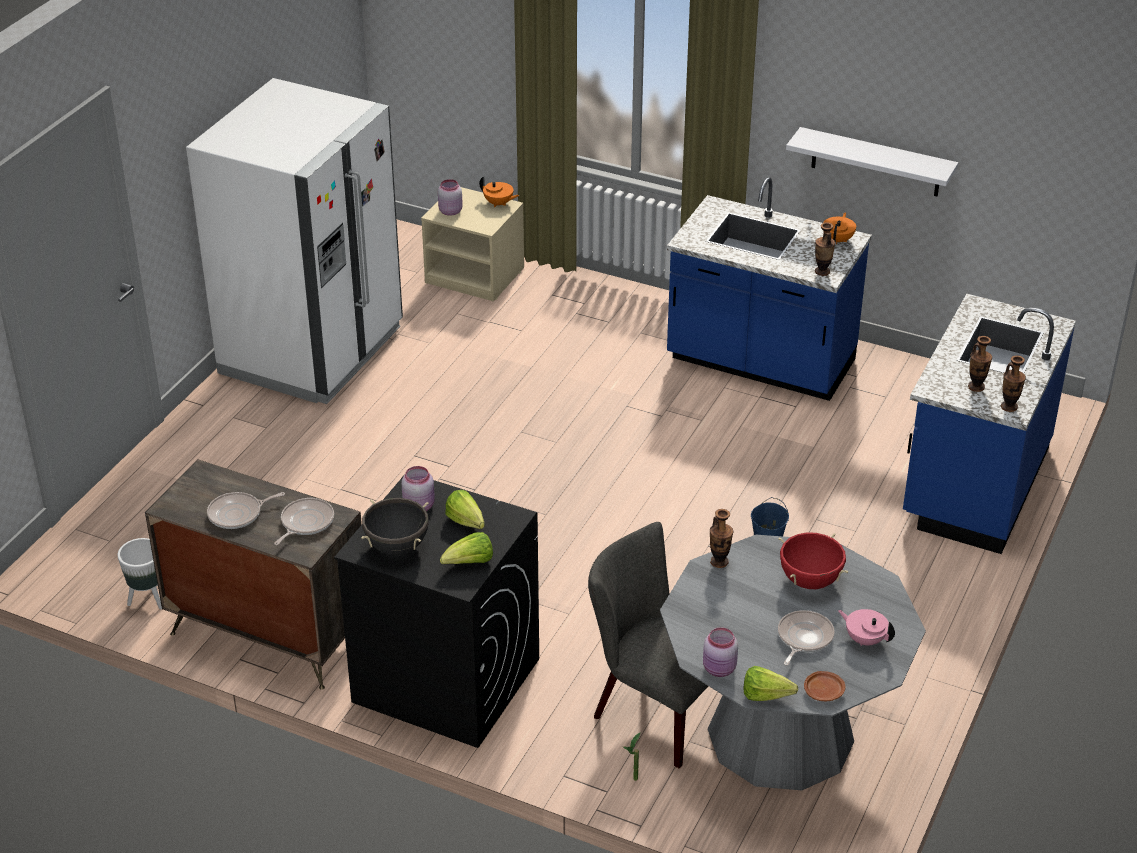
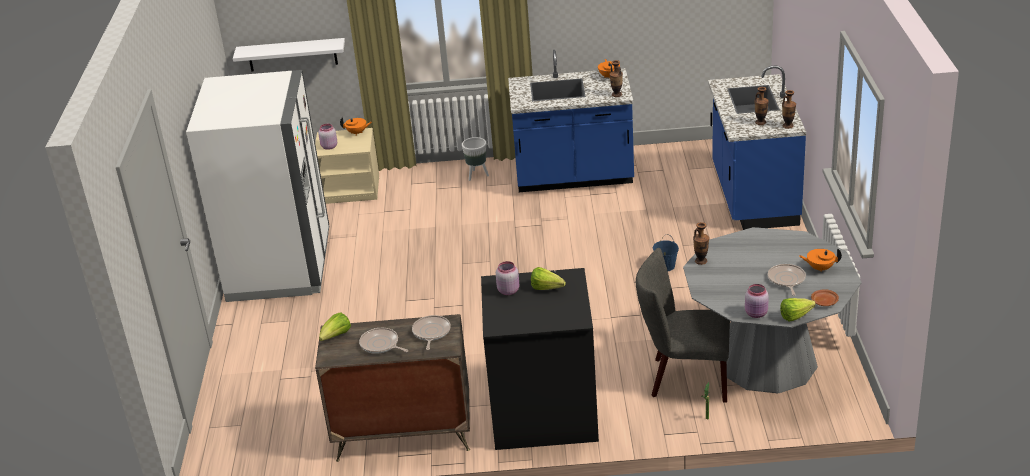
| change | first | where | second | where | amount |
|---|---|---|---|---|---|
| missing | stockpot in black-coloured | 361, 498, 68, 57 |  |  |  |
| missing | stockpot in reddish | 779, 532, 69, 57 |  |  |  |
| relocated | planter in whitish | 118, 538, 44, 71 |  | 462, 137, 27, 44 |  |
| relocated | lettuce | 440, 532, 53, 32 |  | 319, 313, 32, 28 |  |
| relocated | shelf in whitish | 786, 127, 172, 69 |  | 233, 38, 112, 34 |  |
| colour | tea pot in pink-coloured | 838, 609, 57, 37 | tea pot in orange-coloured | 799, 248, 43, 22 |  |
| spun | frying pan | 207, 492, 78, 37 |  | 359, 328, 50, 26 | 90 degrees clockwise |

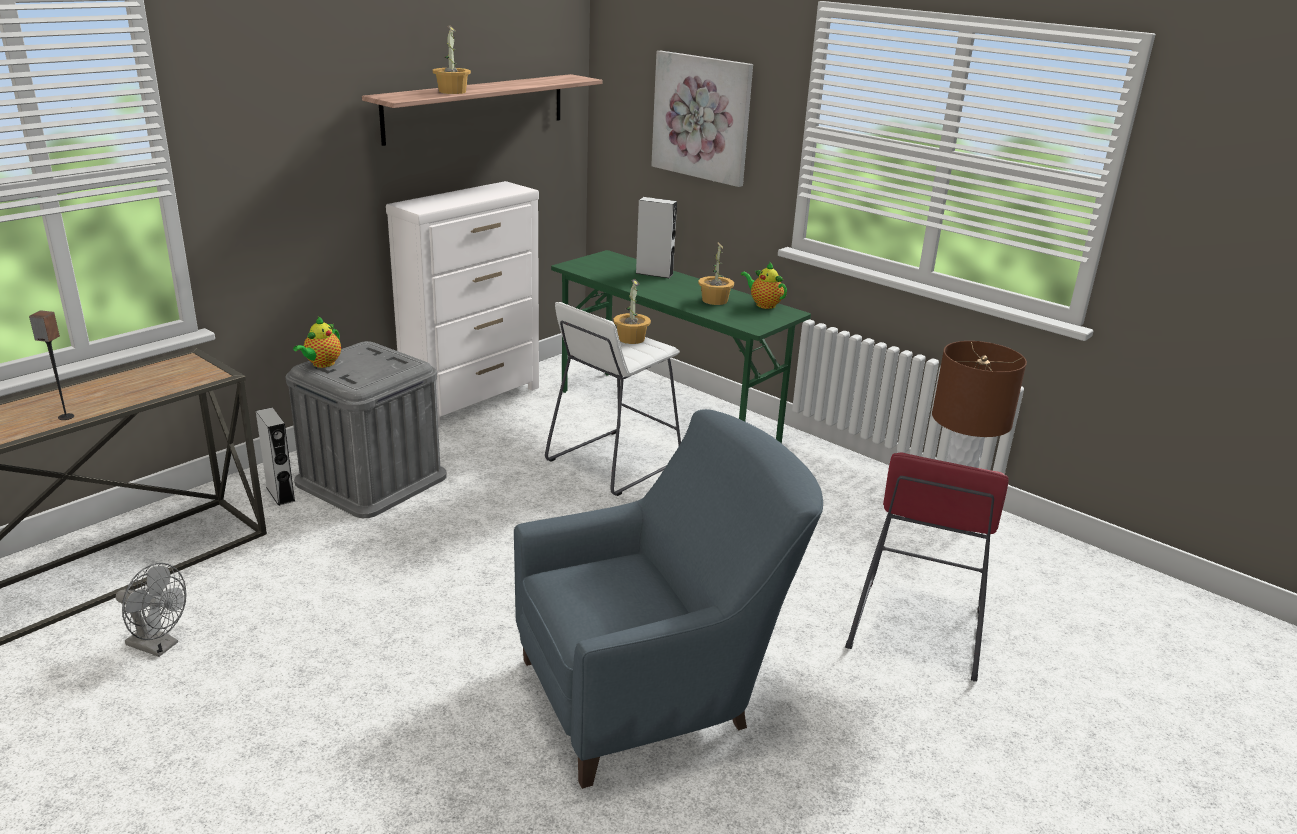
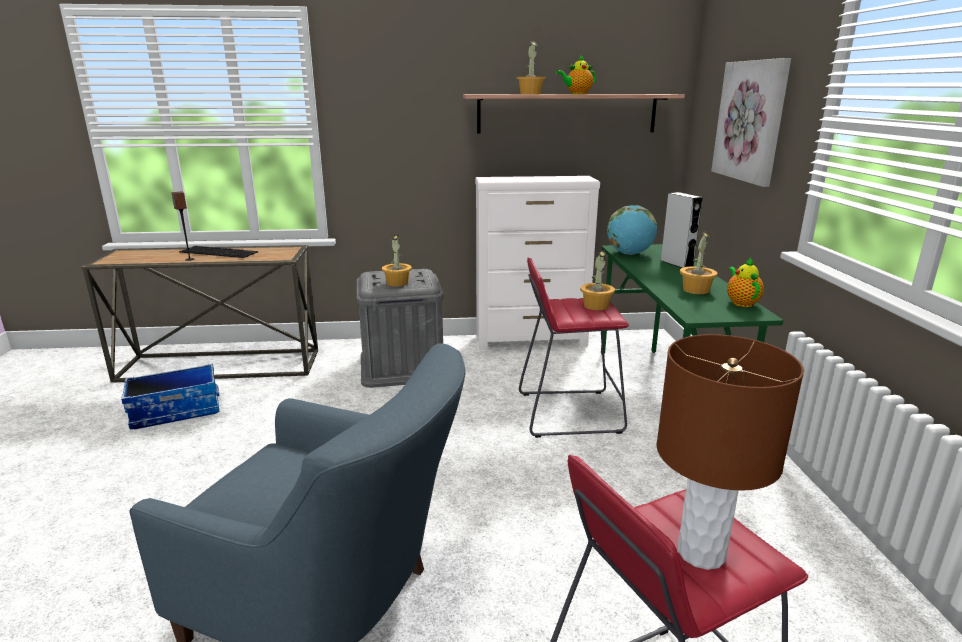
| change | first | where | second | where | amount |
|---|---|---|---|---|---|
| missing | audio speaker in gray | 256, 407, 39, 99 |  |  |  |
| appeared |  |  | keyboard | 179, 246, 79, 12 |  |
| appeared |  |  | potted plant | 382, 234, 30, 52 |  |
| appeared |  |  | world globe | 607, 205, 50, 50 |  |
| relocated | tea pot | 293, 317, 48, 51 |  | 556, 55, 40, 39 |  |
| exchanged | electric fan in gray | 116, 563, 71, 94 | storage container | 121, 364, 99, 66 |  |
| colour | stool in whitish | 545, 302, 136, 194 | stool in reddish | 519, 258, 110, 180 |  |

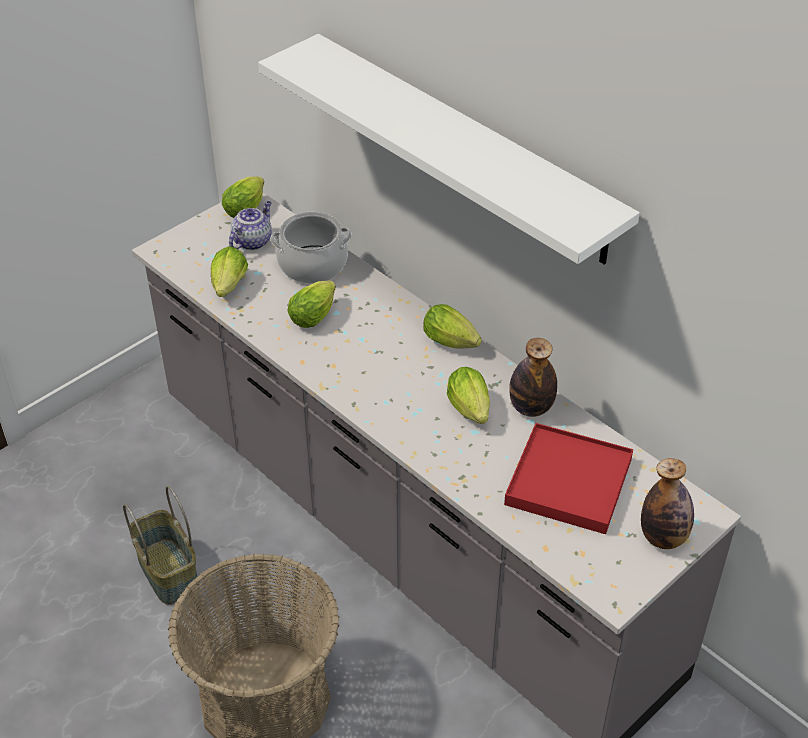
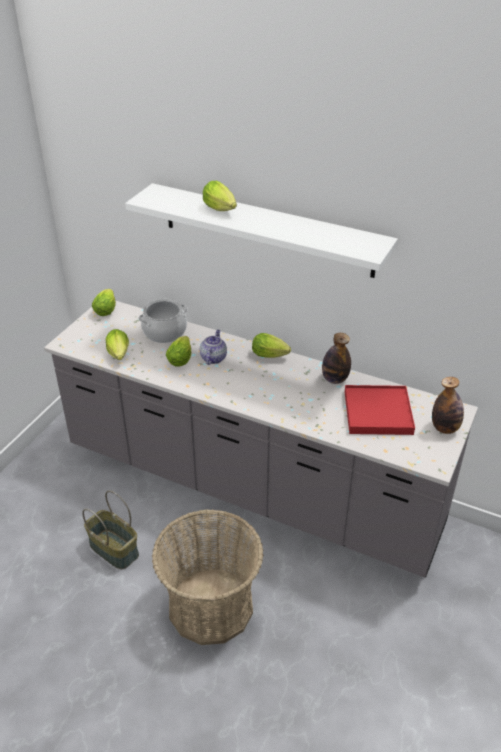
| change | first | where | second | where | amount |
|---|---|---|---|---|---|
| relocated | tea pot | 229, 201, 43, 49 |  | 200, 330, 27, 35 |  |
| relocated | lettuce | 447, 367, 43, 57 |  | 203, 181, 34, 30 |  |

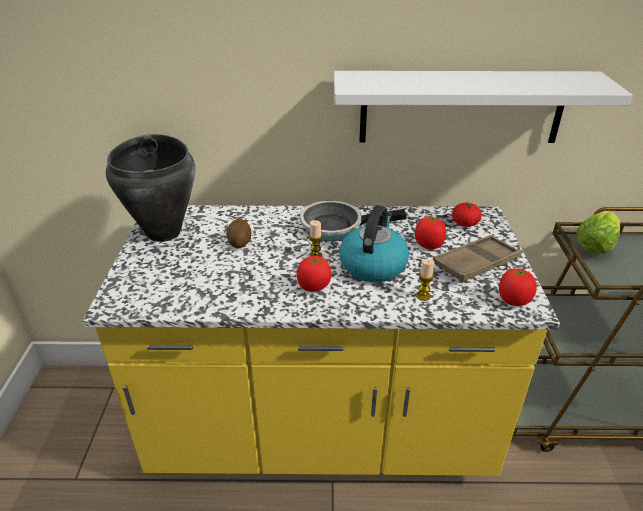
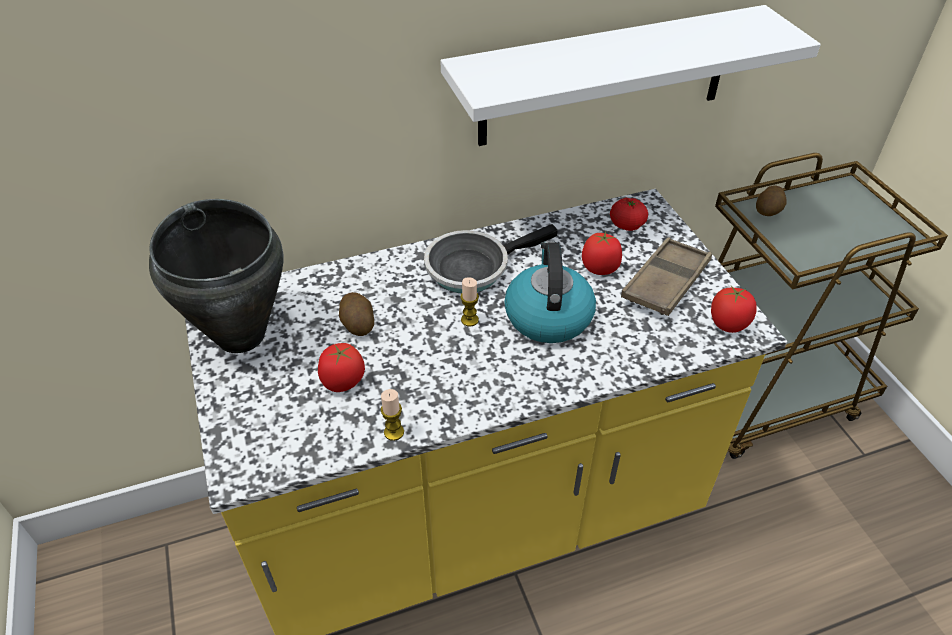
| change | first | where | second | where | amount |
|---|---|---|---|---|---|
| relocated | tomato | 297, 256, 34, 36 |  | 318, 343, 47, 49 |  |
| relocated | wax candle | 416, 259, 18, 42 |  | 381, 389, 23, 52 |  |
| exchanged | lettuce | 576, 211, 44, 42 | spud | 756, 186, 31, 30 |  |

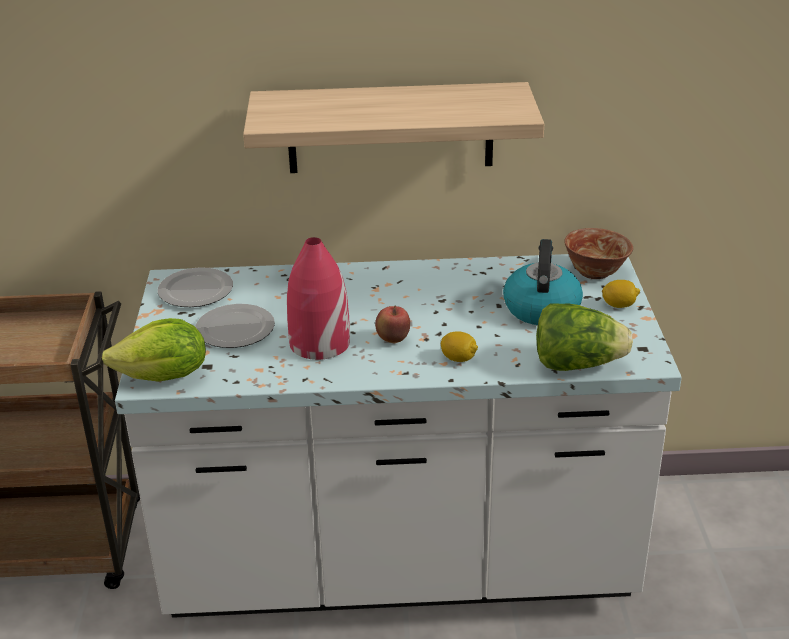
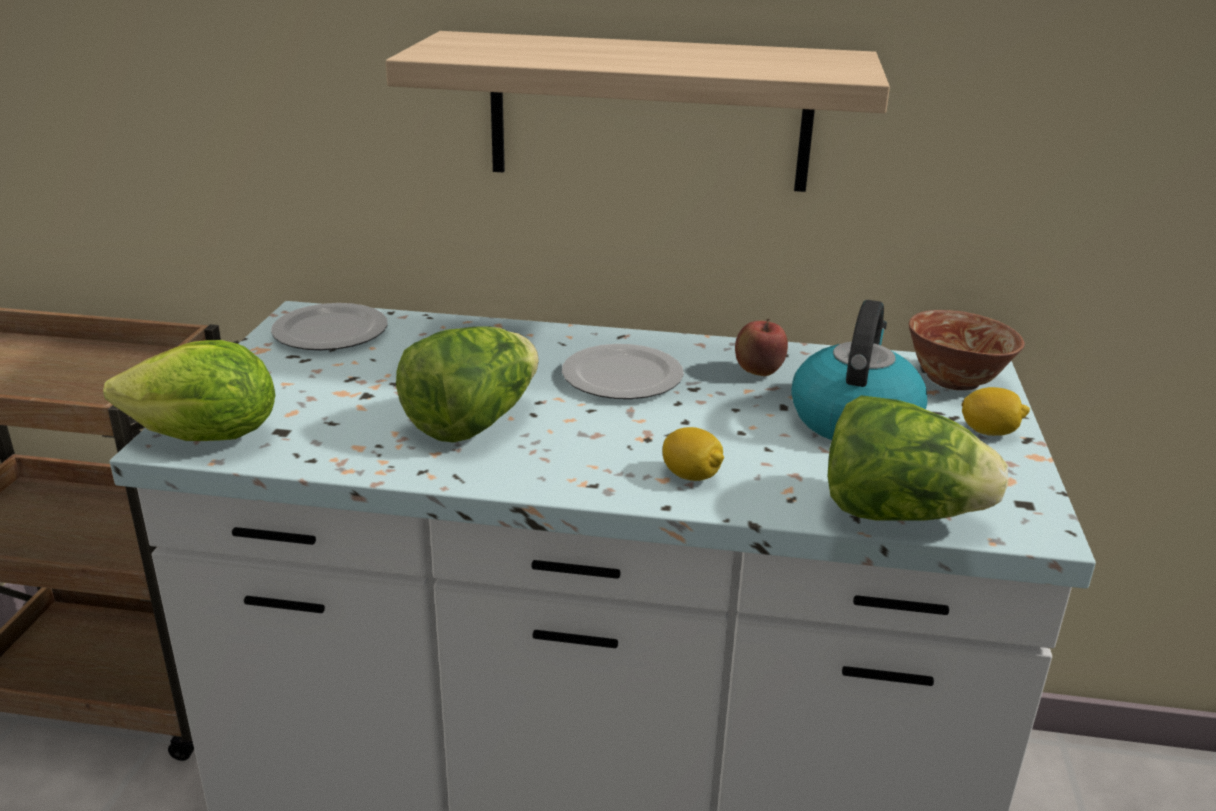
| change | first | where | second | where | amount |
|---|---|---|---|---|---|
| relocated | dinner plate | 195, 304, 80, 44 |  | 562, 344, 122, 55 |  |
| relocated | whole apple | 375, 305, 35, 38 |  | 735, 318, 53, 58 |  |
| exchanged | decorative vase in reddish | 287, 237, 63, 123 | lettuce | 396, 326, 143, 117 |  |

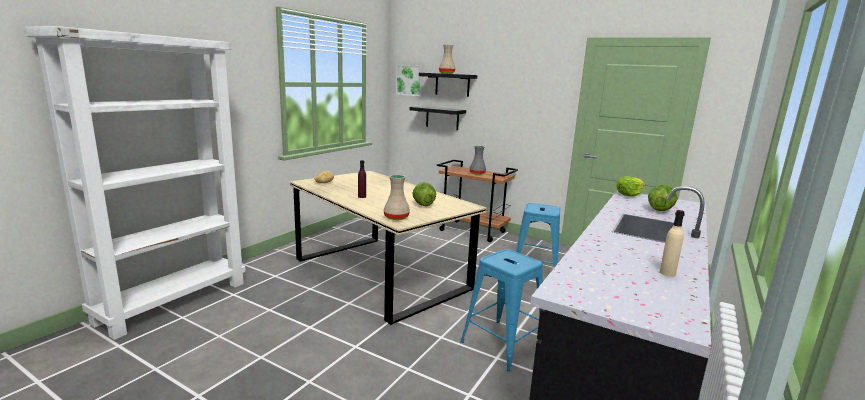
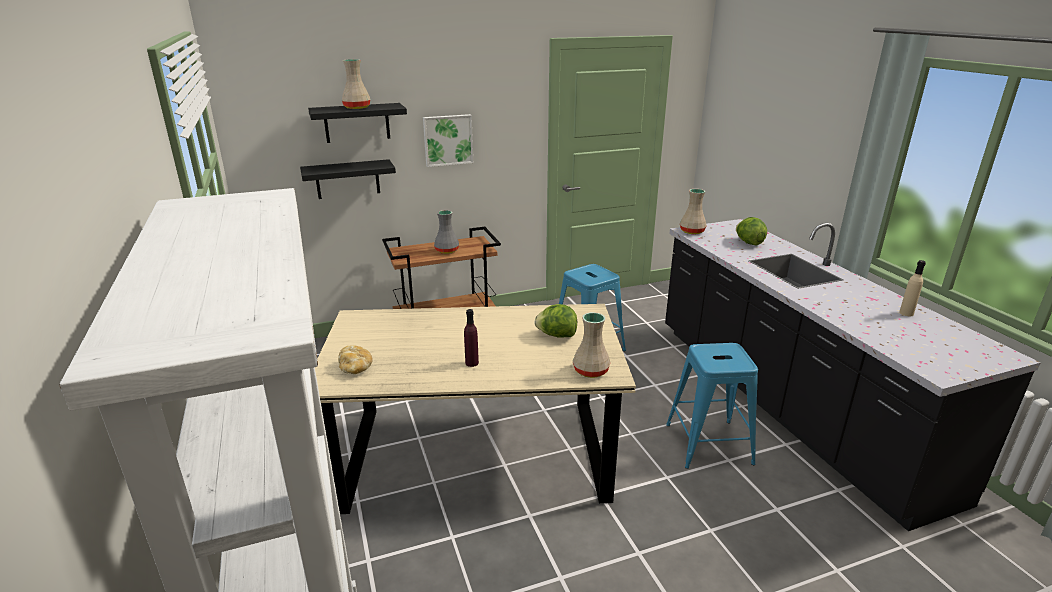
| change | first | where | second | where | amount |
|---|---|---|---|---|---|
| relocated | picture | 396, 65, 27, 31 |  | 423, 114, 50, 53 |  |
| exchanged | lettuce | 616, 176, 29, 21 | decorative vase in beige | 680, 189, 27, 45 |  |

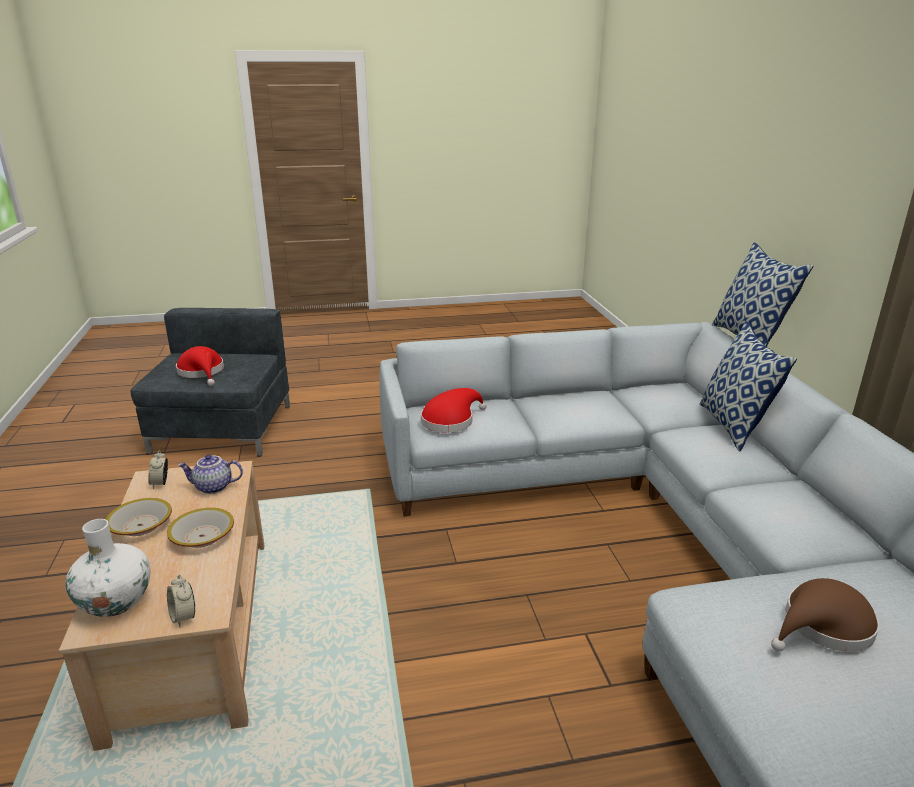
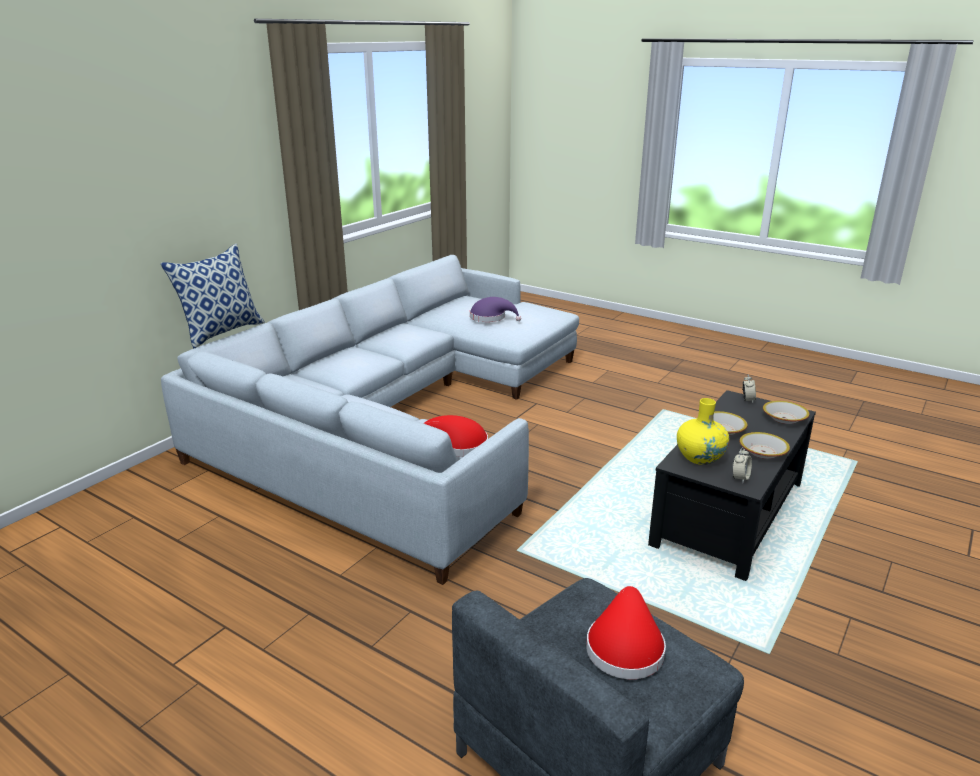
| change | first | where | second | where | amount |
|---|---|---|---|---|---|
| missing | throw pillow | 699, 321, 98, 130 |  |  |  |
| exchanged | decorative vase in whitish | 66, 519, 84, 98 | bowl | 763, 401, 47, 23 |  |
| exchanged | tea pot | 178, 455, 65, 39 | decorative vase in yellowish | 677, 398, 53, 67 |  |
| colour | low table in beige | 59, 461, 205, 290 | low table in black-coloured | 648, 390, 168, 191 |  |
| colour | clothing hat in brown-coloured | 771, 578, 108, 74 | clothing hat in purple-coloured | 470, 297, 51, 25 |  |

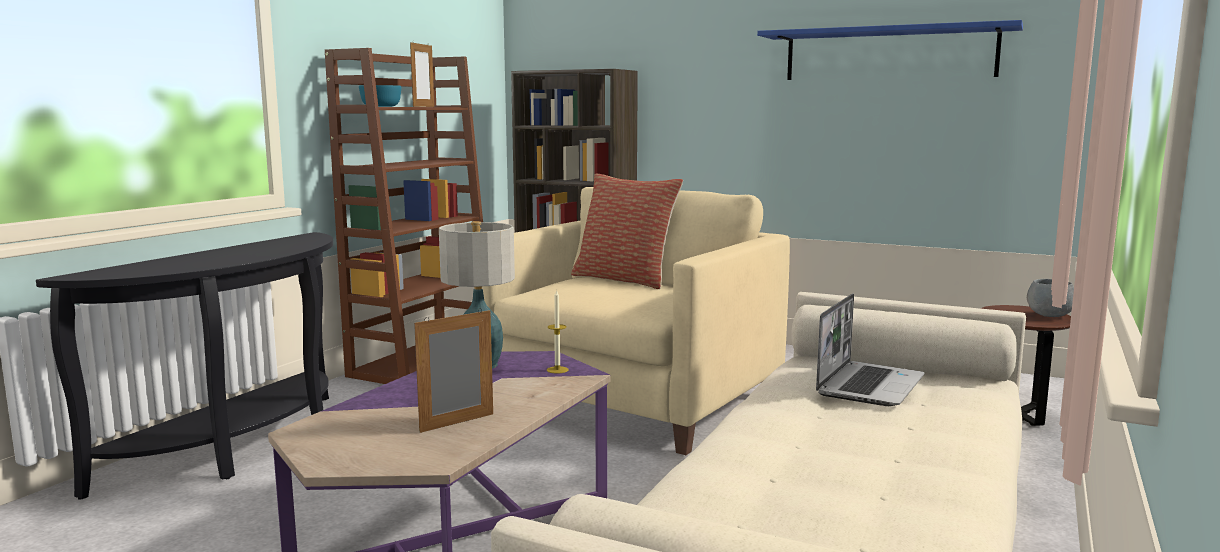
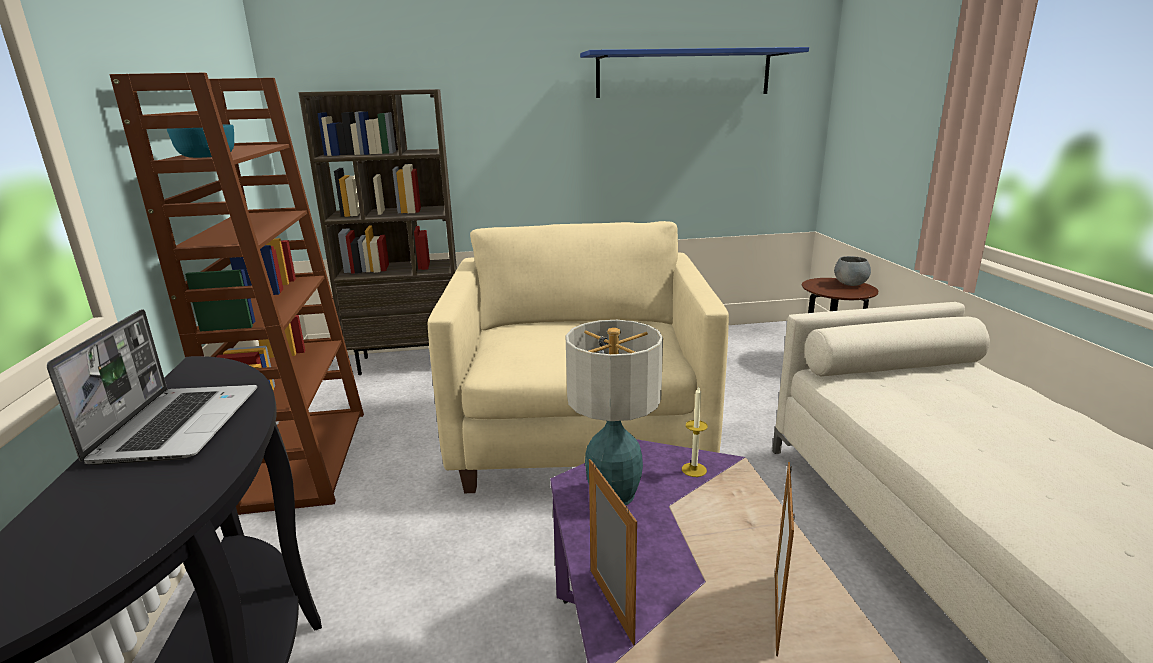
| change | first | where | second | where | amount |
|---|---|---|---|---|---|
| missing | throw pillow | 571, 173, 112, 116 |  |  |  |
| relocated | picture frame | 410, 42, 24, 65 |  | 589, 459, 48, 187 |  |
| relocated | portable computer | 816, 293, 108, 113 |  | 47, 309, 210, 156 |  |

